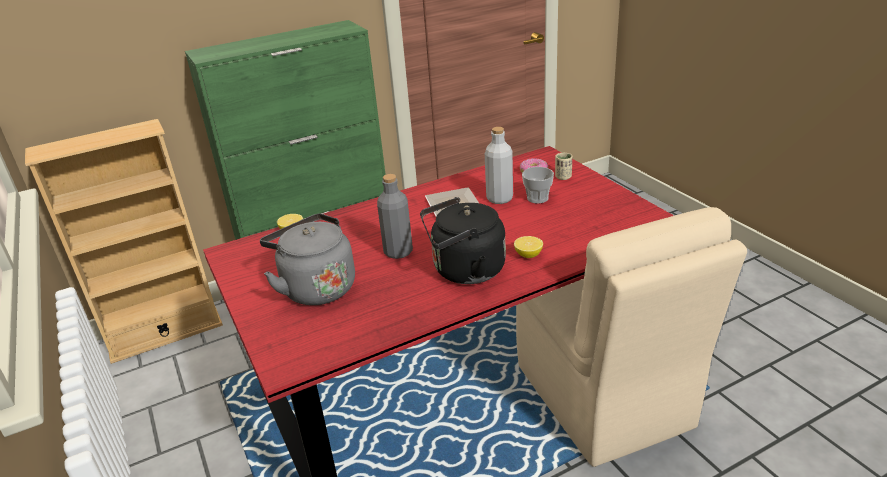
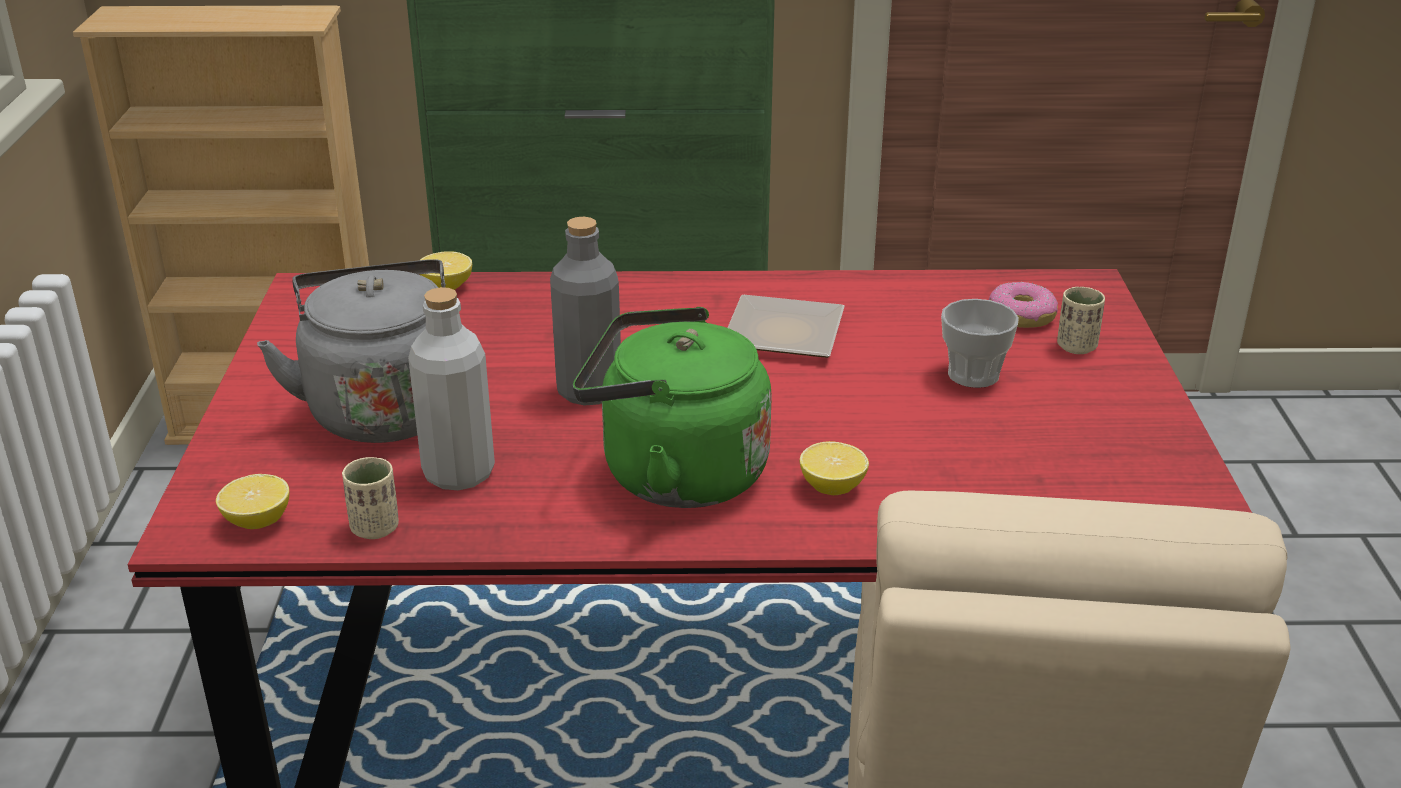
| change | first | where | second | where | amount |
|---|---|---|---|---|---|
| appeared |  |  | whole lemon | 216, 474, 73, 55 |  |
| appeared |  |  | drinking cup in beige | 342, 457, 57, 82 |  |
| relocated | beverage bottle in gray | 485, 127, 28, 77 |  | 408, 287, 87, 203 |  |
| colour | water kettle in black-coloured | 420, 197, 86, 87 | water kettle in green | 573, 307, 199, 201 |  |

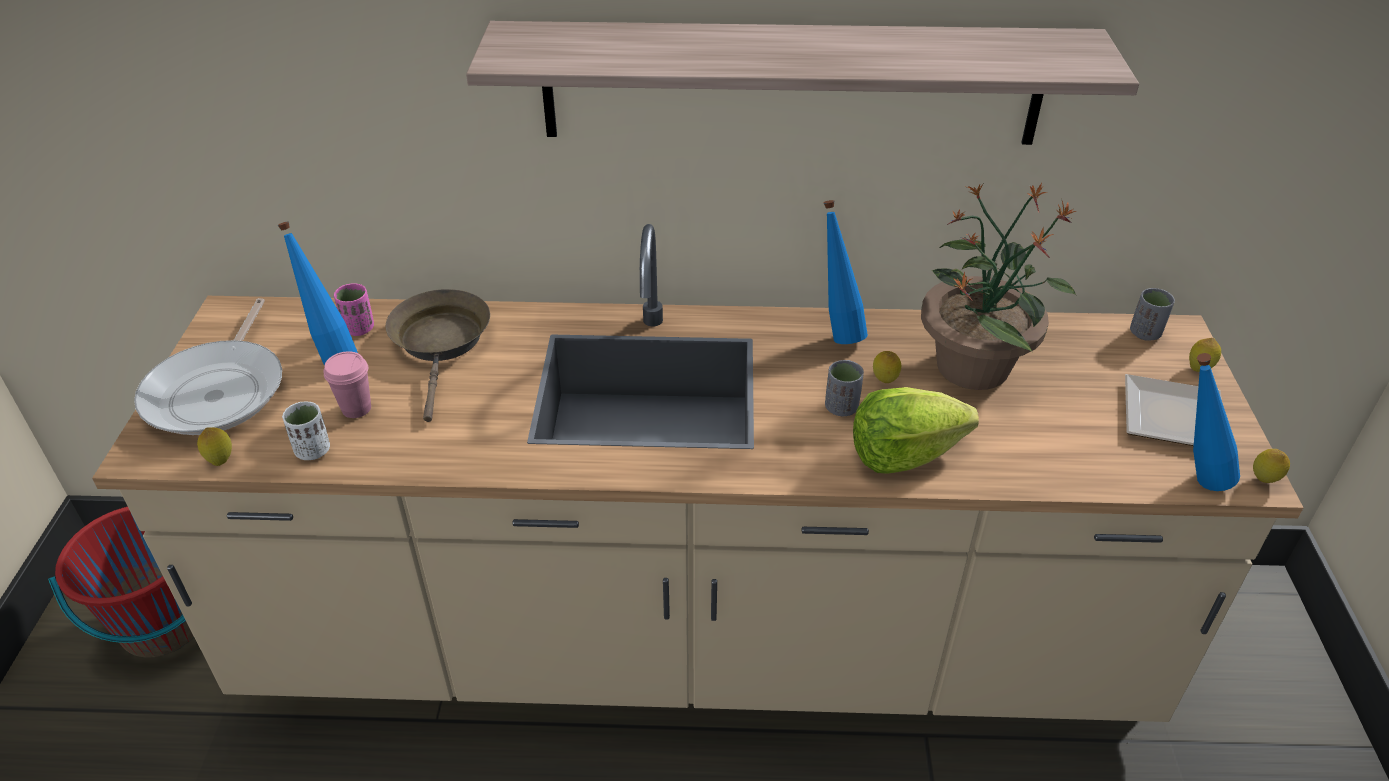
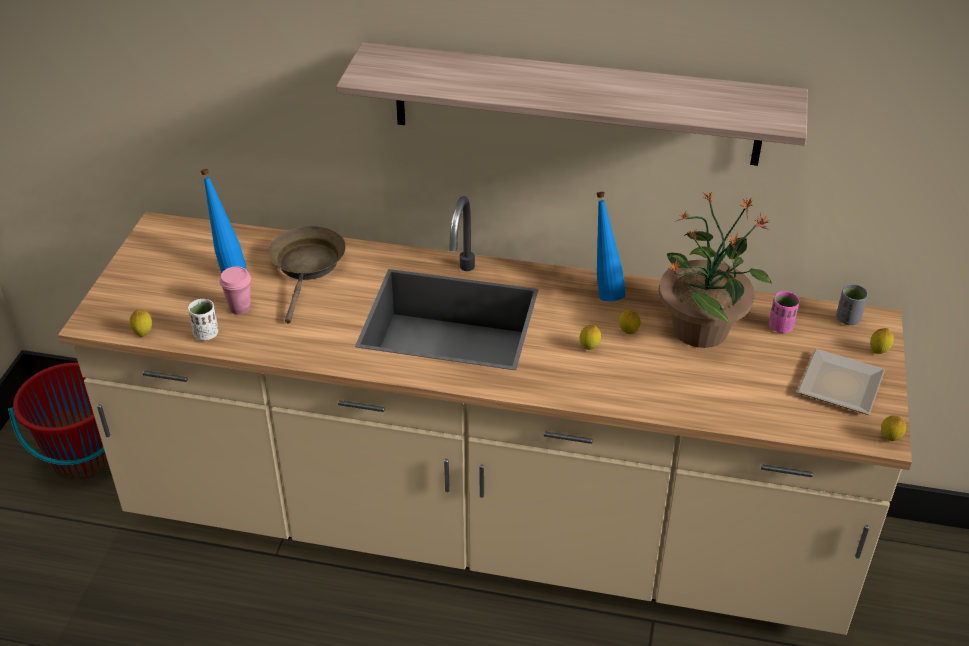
| change | first | where | second | where | amount |
|---|---|---|---|---|---|
| missing | frying pan | 134, 298, 148, 137 |  |  |  |
| missing | lettuce | 853, 387, 126, 87 |  |  |  |
| missing | beverage bottle in bluish | 1193, 353, 47, 138 |  |  |  |
| relocated | drinking cup in pink-coloured | 334, 283, 40, 53 |  | 769, 291, 31, 42 |  |
| exchanged | drinking cup in gray | 825, 360, 39, 56 | whole lemon | 580, 325, 21, 25 |  |

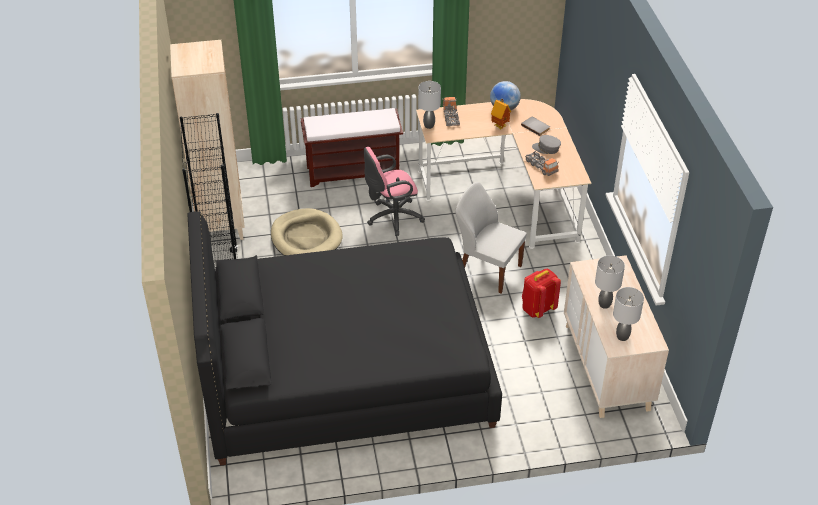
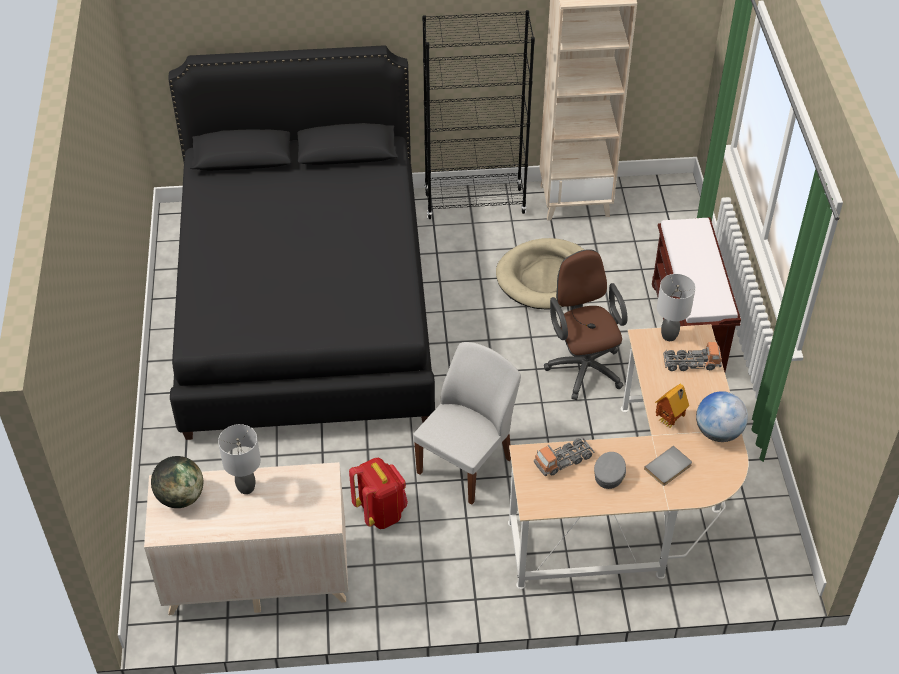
| change | first | where | second | where | amount |
|---|---|---|---|---|---|
| exchanged | table lamp in gray | 613, 287, 31, 54 | world globe | 151, 456, 52, 52 |  |
| colour | desk chair in pink-coloured | 364, 147, 61, 89 | desk chair in brown-coloured | 544, 249, 84, 151 |  |

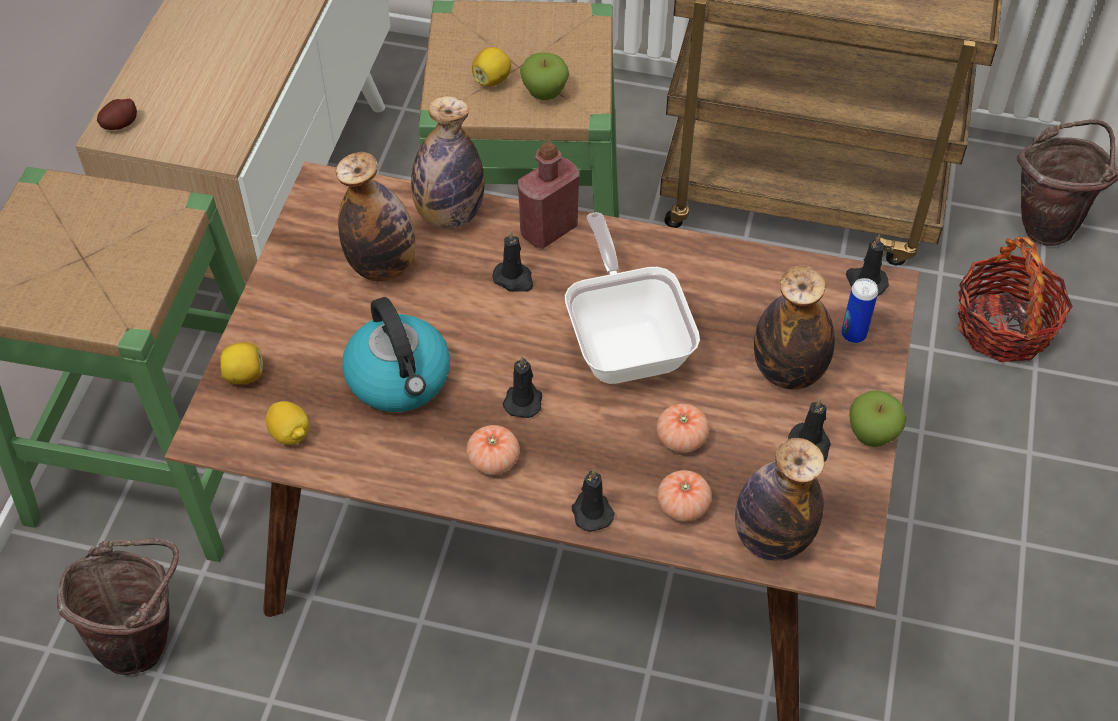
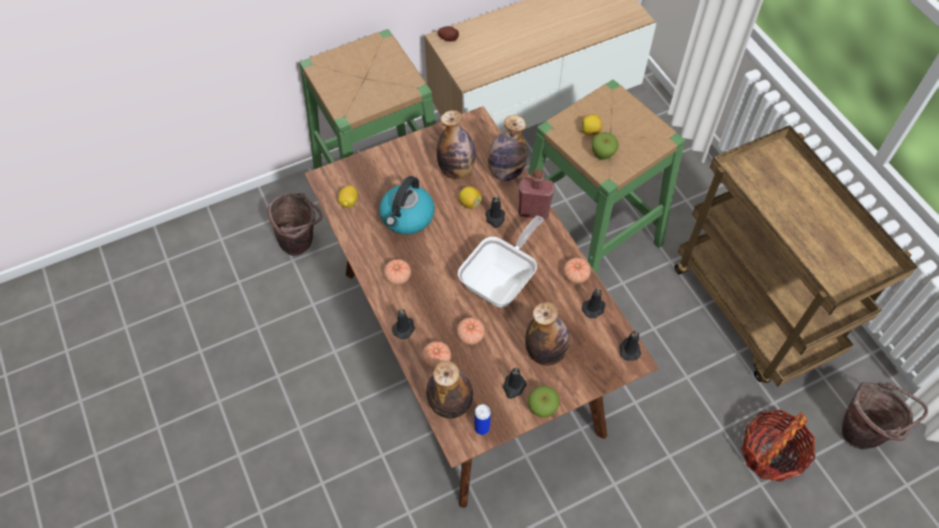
| change | first | where | second | where | amount |
|---|---|---|---|---|---|
| appeared |  |  | tomato | 563, 258, 28, 26 |  |
| relocated | whole lemon | 220, 342, 43, 43 |  | 458, 186, 24, 23 |  |
| relocated | wax candle in black-coloured | 503, 356, 39, 62 |  | 582, 288, 23, 30 |  |
| relocated | metal can | 841, 278, 37, 65 |  | 474, 404, 17, 31 |  |

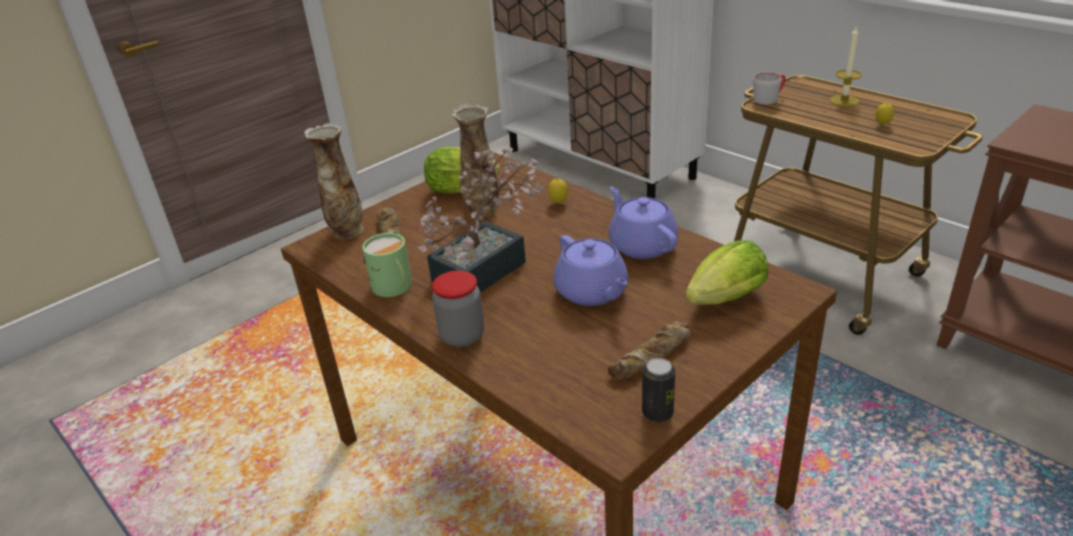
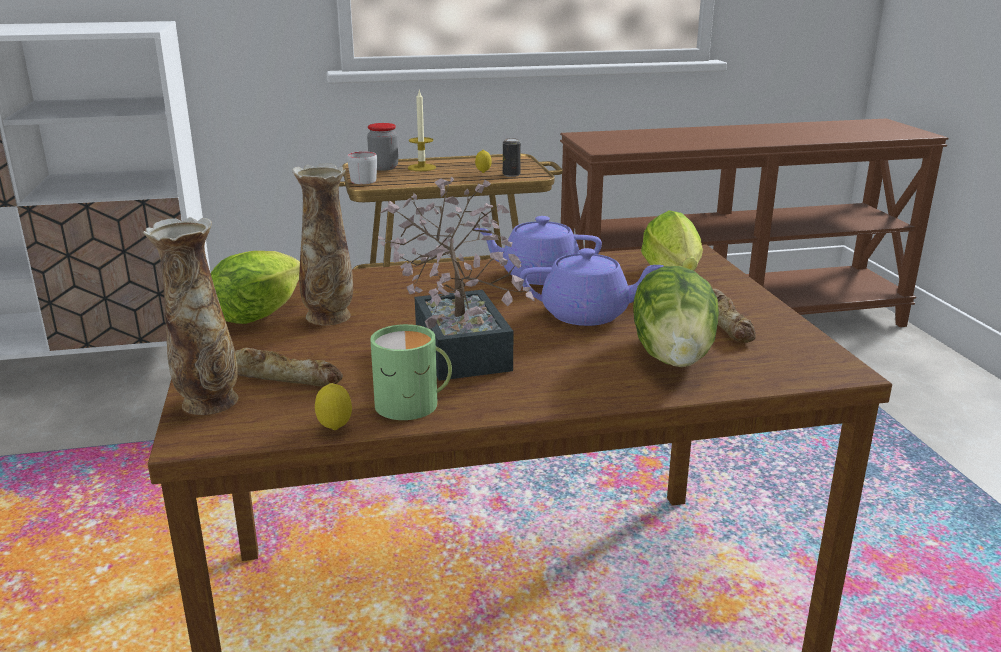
| change | first | where | second | where | amount |
|---|---|---|---|---|---|
| appeared |  |  | lettuce | 633, 266, 86, 101 |  |
| relocated | storage jar | 432, 271, 52, 76 |  | 367, 123, 31, 48 |  |
| relocated | whole lemon | 548, 178, 20, 26 |  | 315, 383, 37, 47 |  |
| relocated | metal can | 642, 358, 33, 64 |  | 503, 138, 18, 39 |  |

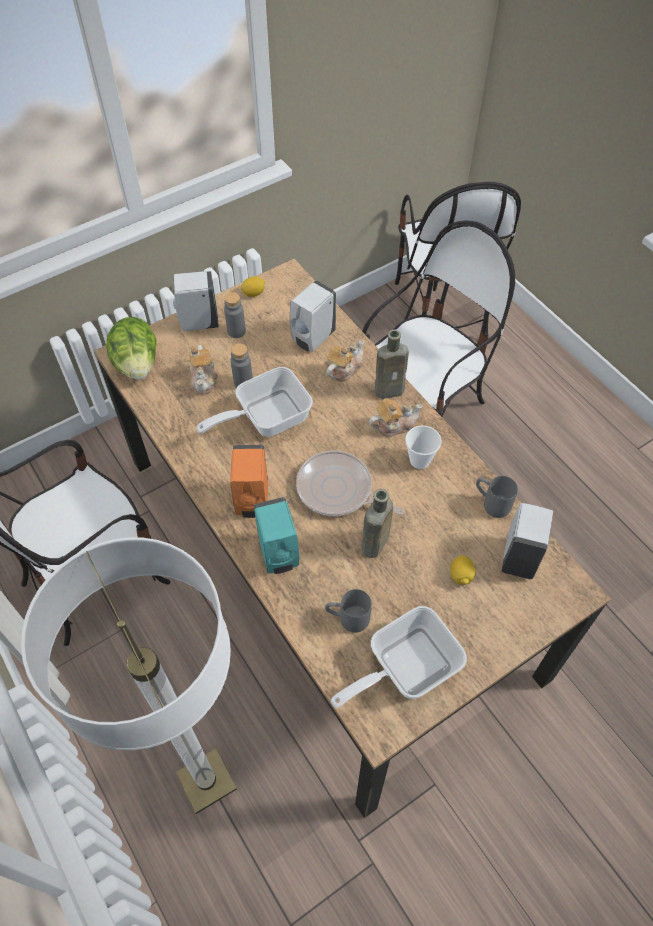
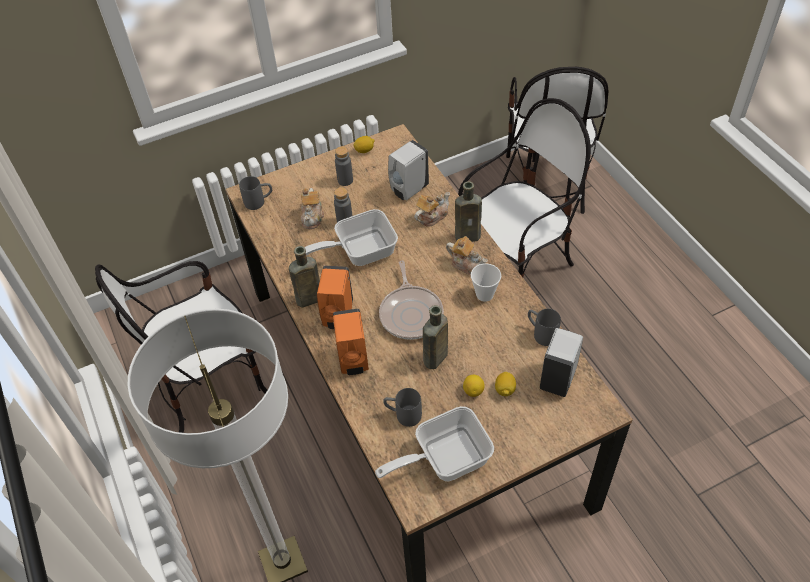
| change | first | where | second | where | amount |
|---|---|---|---|---|---|
| missing | soap bottle in whitish | 173, 271, 46, 61 |  |  |  |
| appeared |  |  | beverage bottle in brown-coloured | 289, 246, 31, 62 |  |
| appeared |  |  | whole lemon | 463, 375, 22, 22 |  |
| exchanged | lettuce | 106, 317, 50, 63 | mug in gray | 239, 176, 33, 34 |  |
| colour | soap bottle in turquoise | 254, 497, 45, 77 | soap bottle in orange-coloured | 333, 309, 36, 66 |  |
| spun | frying pan | 296, 450, 108, 66 |  | 379, 260, 65, 80 | 135 degrees counterclockwise |
| spun | tea pot | 369, 398, 54, 39 |  | 446, 236, 42, 39 | 45 degrees clockwise |

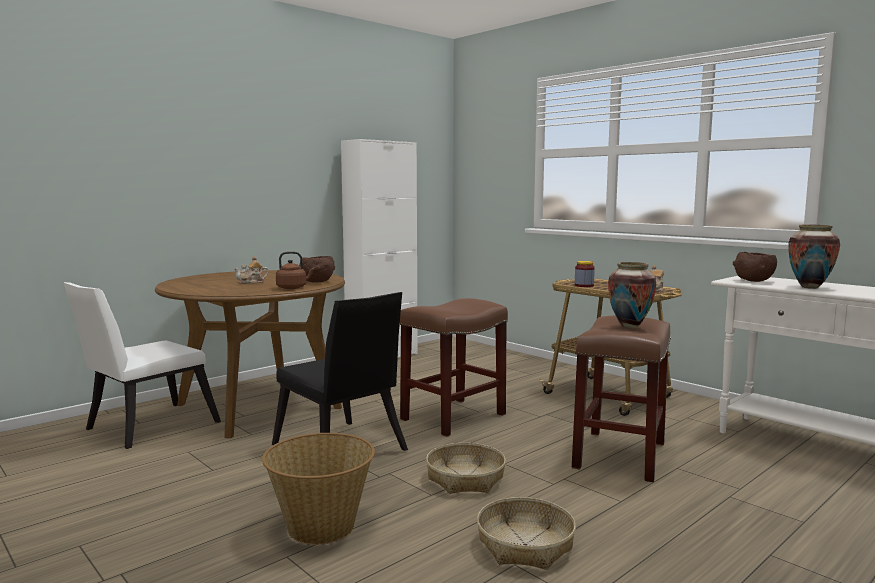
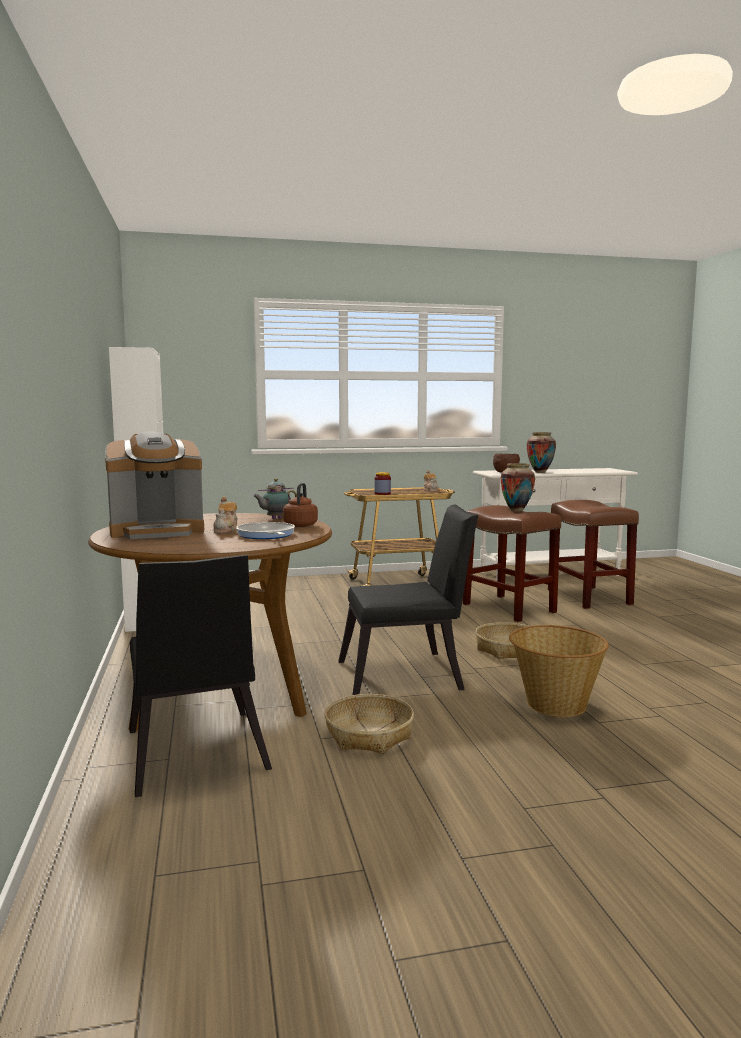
| change | first | where | second | where | amount |
|---|---|---|---|---|---|
| appeared |  |  | coffee maker | 105, 431, 99, 108 |  |
| appeared |  |  | frying pan | 236, 522, 59, 17 |  |
| relocated | stool in brown-coloured | 400, 298, 108, 139 |  | 548, 500, 91, 109 |  |
| relocated | basket | 477, 497, 99, 73 |  | 325, 694, 89, 60 |  |
| exchanged | bowl in brown-coloured | 299, 256, 36, 27 | tea pot | 253, 478, 44, 41 |  |
| colour | upright chair in whitish | 64, 282, 157, 167 | upright chair in black-coloured | 130, 555, 142, 242 |  |

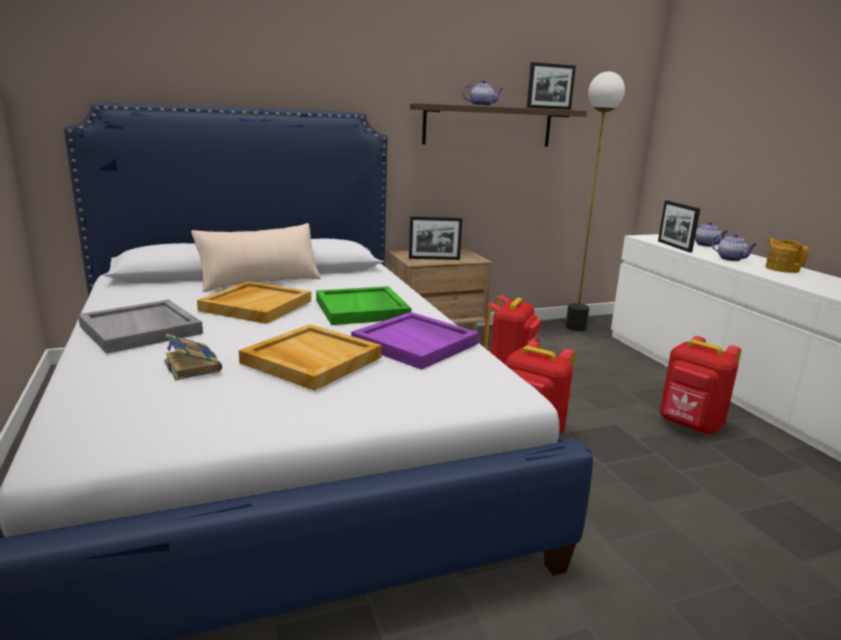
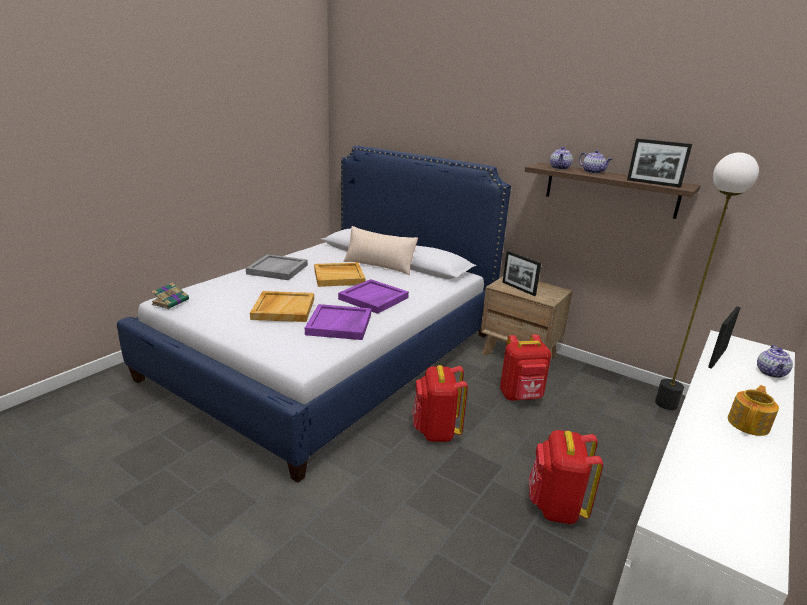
| change | first | where | second | where | amount |
|---|---|---|---|---|---|
| relocated | volume | 164, 334, 58, 47 |  | 151, 283, 38, 26 |  |
| relocated | tea pot | 712, 233, 45, 28 |  | 550, 147, 23, 23 |  |
| colour | tray in green | 316, 286, 96, 39 | tray in purple-coloured | 338, 279, 71, 35 |  |

